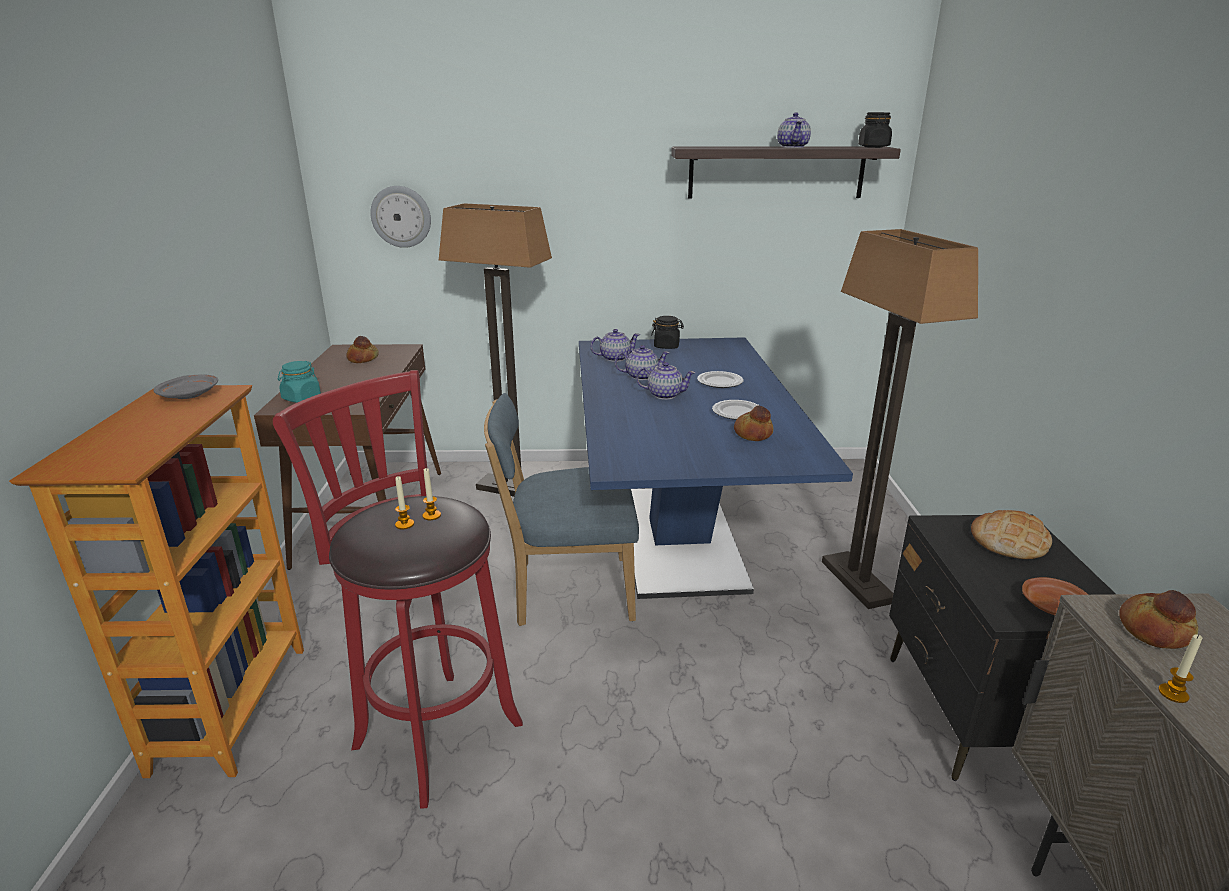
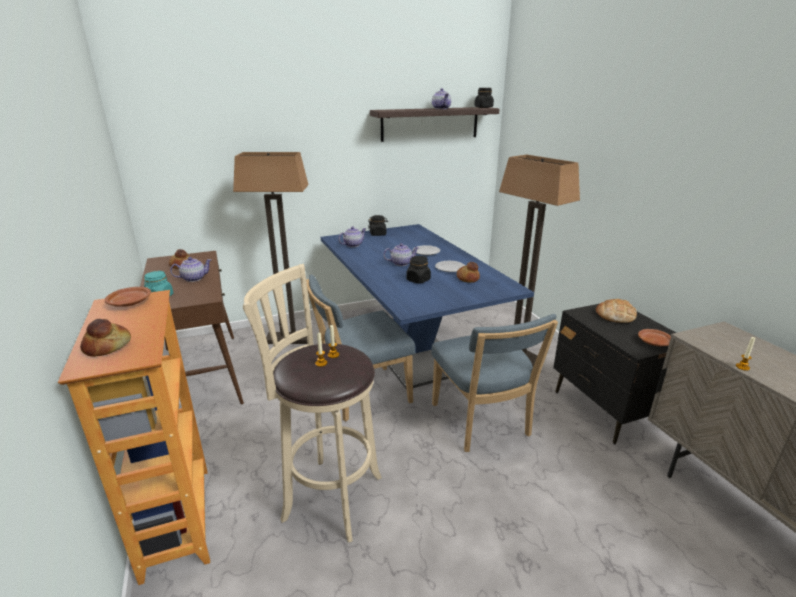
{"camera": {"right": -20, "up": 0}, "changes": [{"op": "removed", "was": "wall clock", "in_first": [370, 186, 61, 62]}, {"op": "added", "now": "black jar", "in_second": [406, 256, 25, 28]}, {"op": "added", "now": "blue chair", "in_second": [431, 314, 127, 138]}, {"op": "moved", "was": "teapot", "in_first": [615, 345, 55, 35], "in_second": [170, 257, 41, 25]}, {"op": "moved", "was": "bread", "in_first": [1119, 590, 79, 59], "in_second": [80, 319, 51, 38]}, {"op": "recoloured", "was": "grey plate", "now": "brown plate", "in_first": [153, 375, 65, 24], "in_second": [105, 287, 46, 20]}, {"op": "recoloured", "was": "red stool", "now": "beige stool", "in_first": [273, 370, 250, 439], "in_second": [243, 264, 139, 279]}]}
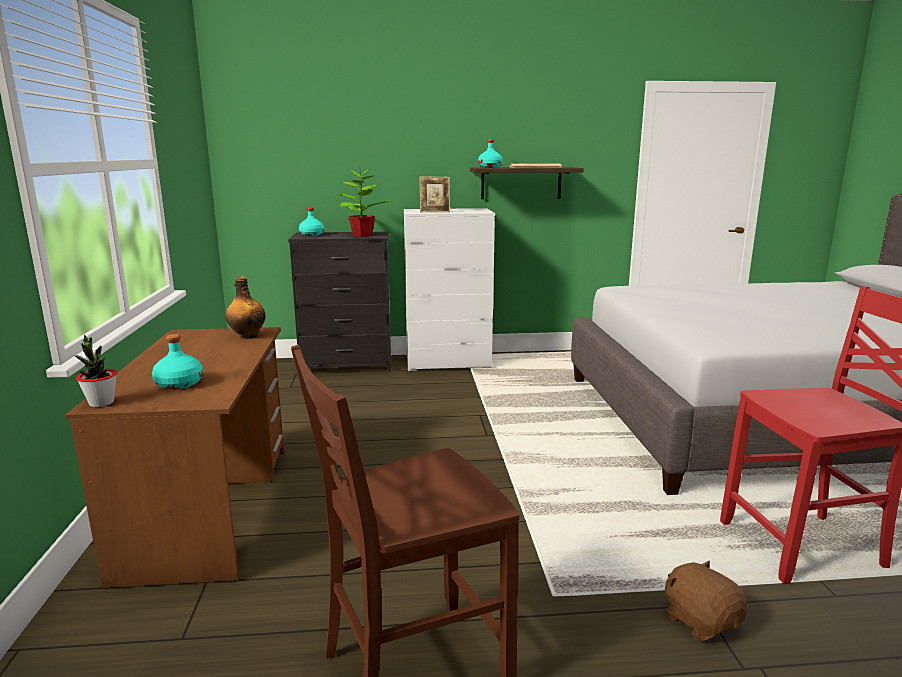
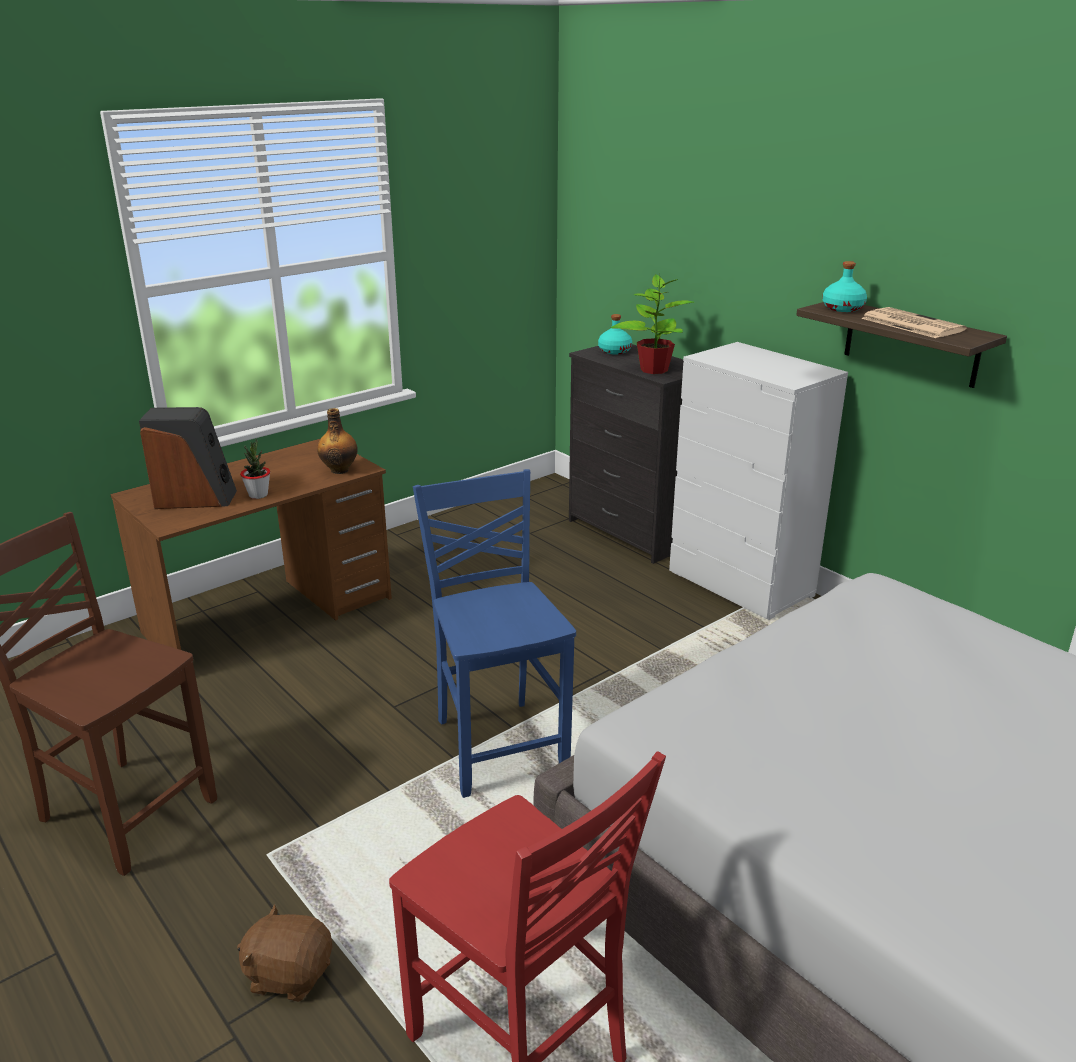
{"camera": {"right": 55, "up": 10}, "changes": [{"op": "removed", "was": "picture frame", "in_first": [419, 176, 31, 36]}, {"op": "added", "now": "blue chair", "in_second": [413, 469, 163, 329]}, {"op": "moved", "was": "potted plant", "in_first": [75, 335, 42, 72], "in_second": [240, 438, 30, 61]}, {"op": "replaced", "was": "turquoise bottle", "now": "speaker", "in_first": [152, 334, 51, 56], "in_second": [139, 407, 98, 102]}, {"op": "turned", "was": "brown plush toy", "in_first": [665, 561, 82, 80], "in_second": [237, 904, 96, 98], "clockwise": -105}]}
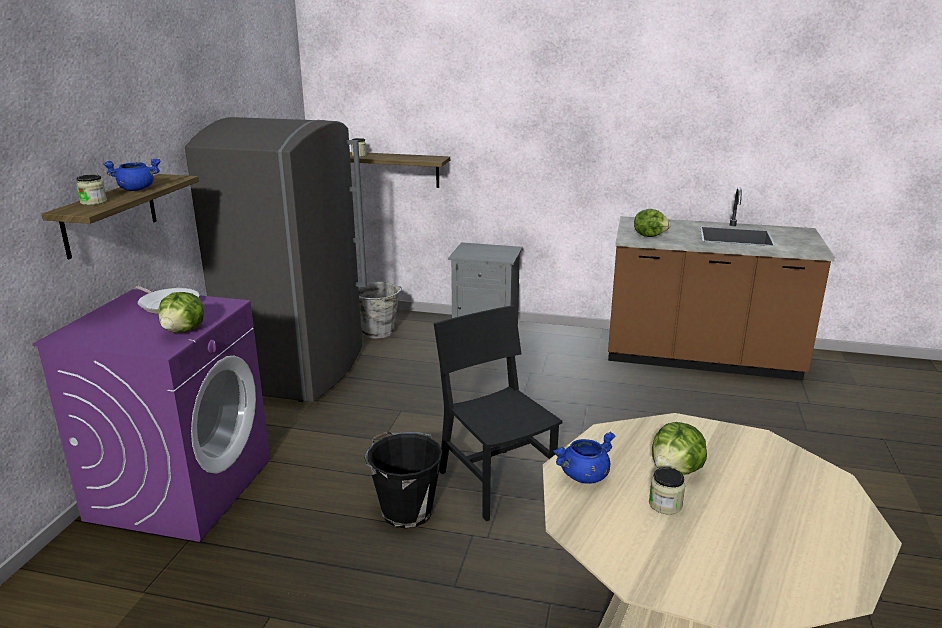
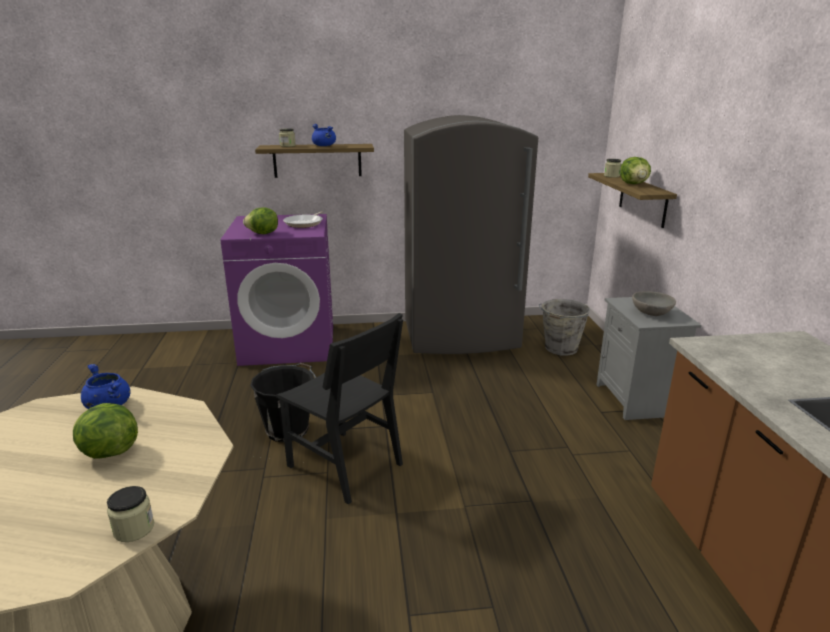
{"camera": {"right": 70, "up": 0}, "changes": [{"op": "added", "now": "grey bowl", "in_second": [632, 291, 44, 25]}, {"op": "moved", "was": "lettuce", "in_first": [634, 209, 37, 28], "in_second": [620, 157, 31, 27]}, {"op": "moved", "was": "jar", "in_first": [649, 467, 36, 48], "in_second": [107, 486, 48, 56]}, {"op": "turned", "was": "black chair", "in_first": [434, 305, 128, 216], "in_second": [276, 313, 127, 192], "clockwise": 90}]}
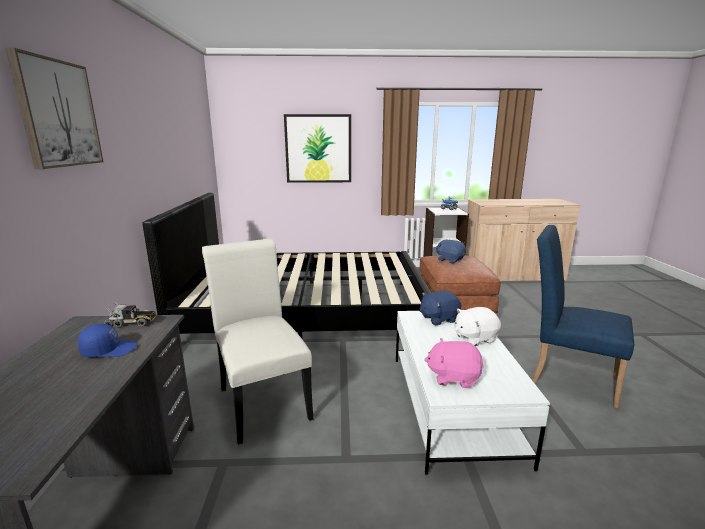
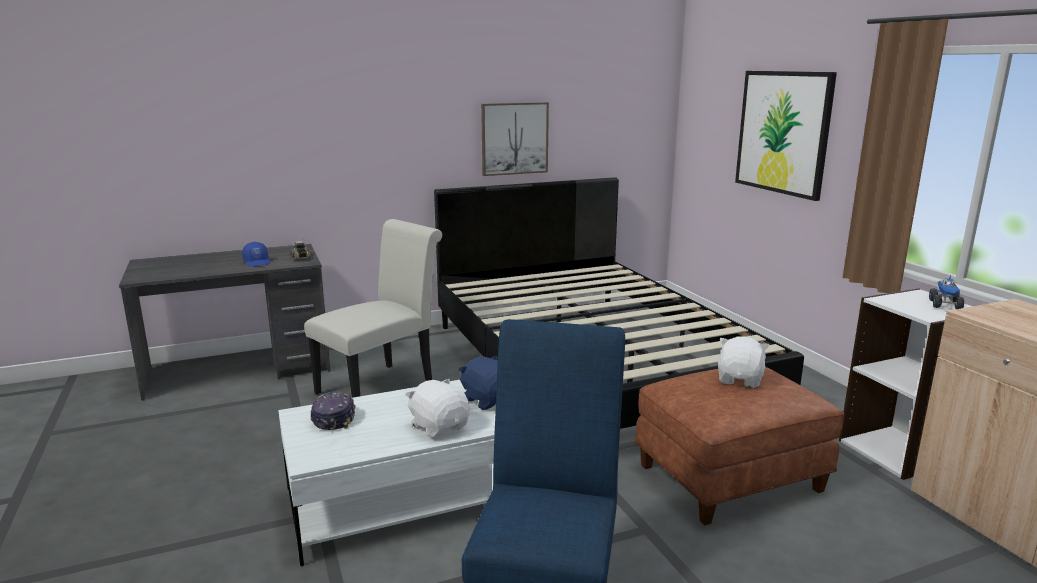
{"camera": {"right": 70, "up": 0}, "changes": [{"op": "moved", "was": "picture", "in_first": [5, 48, 98, 121], "in_second": [481, 102, 68, 74]}, {"op": "replaced", "was": "pink plush toy", "now": "cap", "in_first": [424, 338, 59, 50], "in_second": [311, 391, 45, 39]}, {"op": "recoloured", "was": "blue plush toy", "now": "white plush toy", "in_first": [436, 240, 30, 23], "in_second": [718, 336, 52, 52]}]}
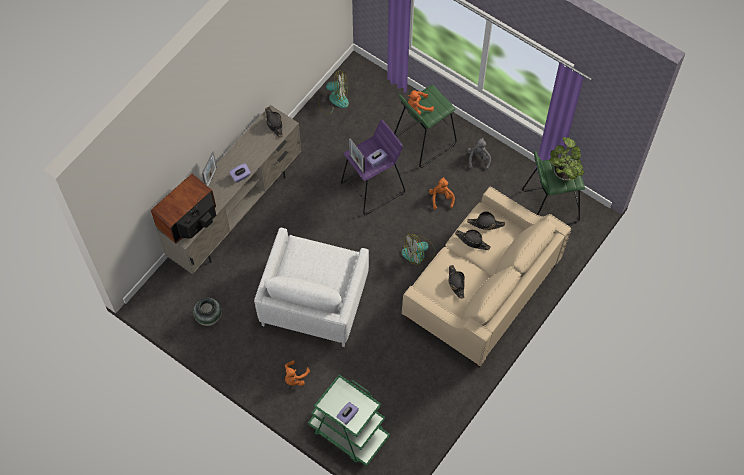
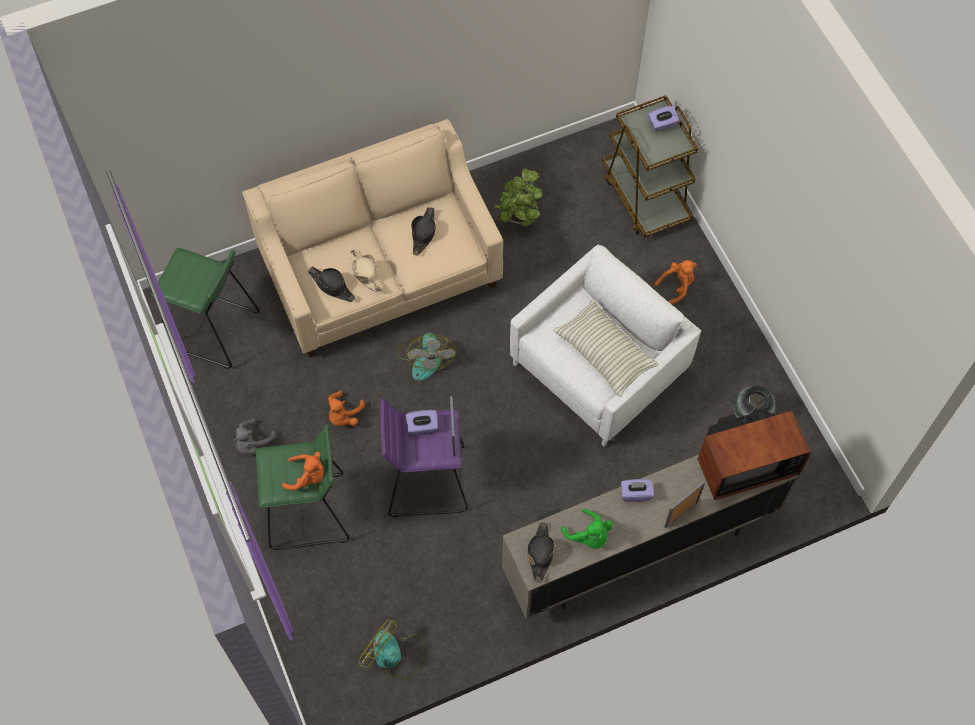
{"camera": {"right": -150, "up": 0}, "changes": [{"op": "added", "now": "pillow", "in_second": [553, 300, 106, 97]}, {"op": "added", "now": "green plush toy", "in_second": [561, 509, 52, 40]}, {"op": "moved", "was": "potted plant", "in_first": [549, 137, 36, 44], "in_second": [494, 168, 48, 58]}, {"op": "recoloured", "was": "green cart", "now": "brown cart", "in_first": [308, 374, 82, 92], "in_second": [602, 95, 96, 142]}, {"op": "recoloured", "was": "black hat", "now": "beige hat", "in_first": [455, 229, 36, 21], "in_second": [349, 250, 33, 42]}, {"op": "turned", "was": "fan", "in_first": [401, 233, 35, 32], "in_second": [397, 333, 59, 48], "clockwise": 75}]}
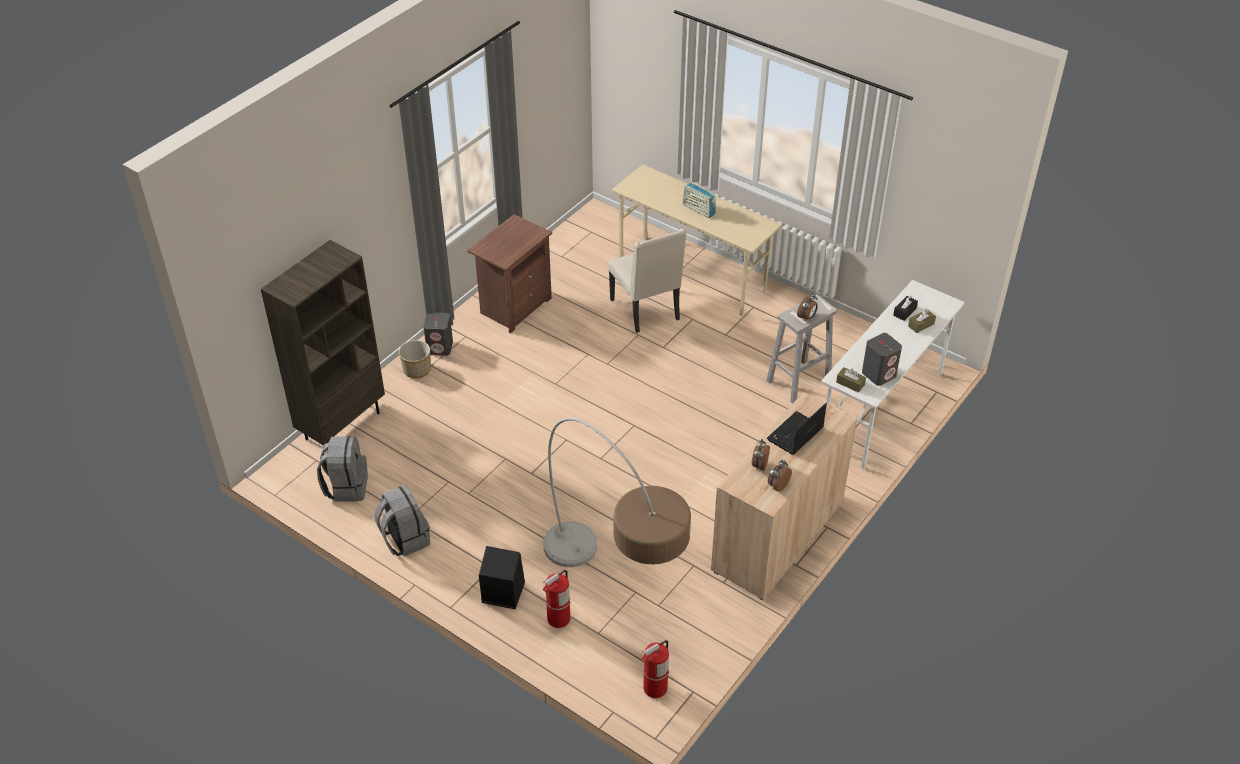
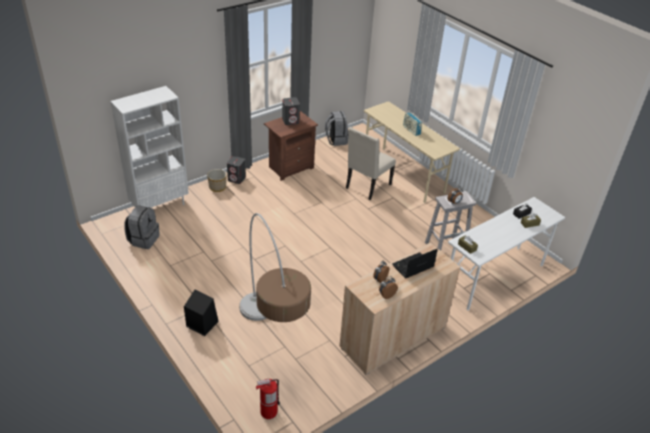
{"camera": {"right": 15, "up": -5}, "changes": [{"op": "removed", "was": "fire extinguisher", "in_first": [543, 570, 28, 58]}, {"op": "moved", "was": "grey backpack", "in_first": [375, 485, 55, 71], "in_second": [325, 111, 24, 35]}, {"op": "moved", "was": "grey speaker", "in_first": [862, 333, 40, 53], "in_second": [282, 97, 18, 28]}, {"op": "recoloured", "was": "brown bookcase", "now": "white bookcase", "in_first": [261, 240, 124, 205], "in_second": [111, 86, 78, 122]}, {"op": "turned", "was": "beige chair", "in_first": [608, 228, 78, 105], "in_second": [346, 127, 50, 73], "clockwise": 45}]}
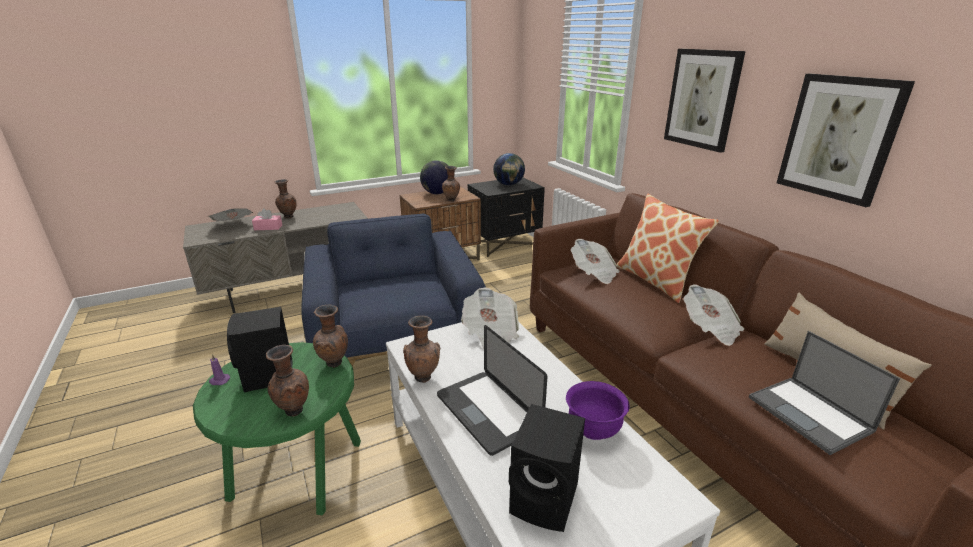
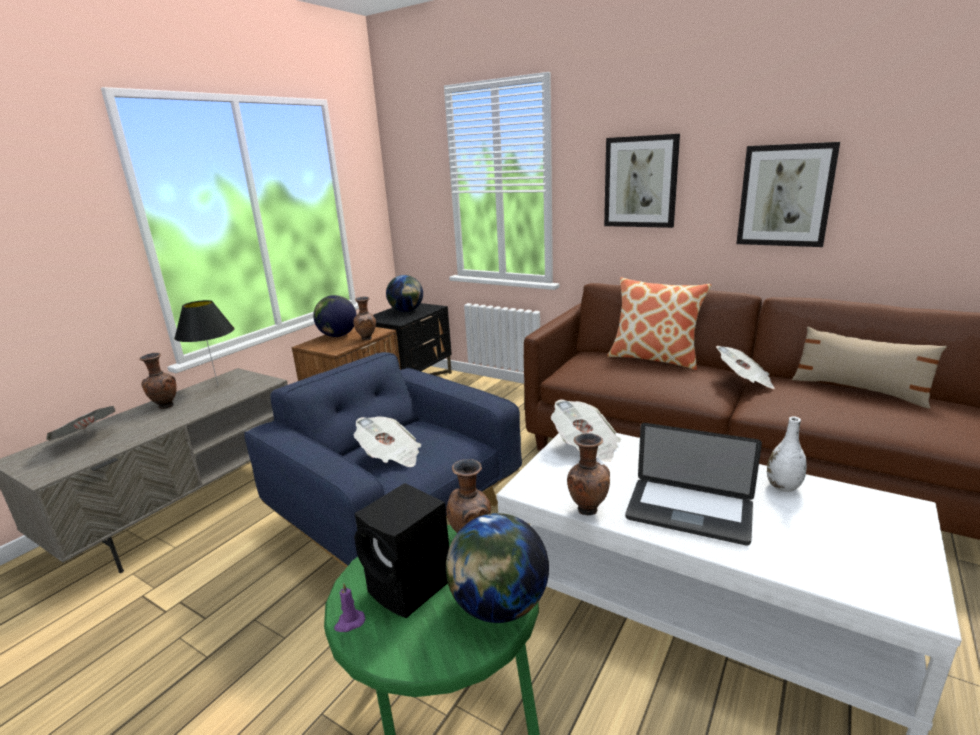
{"camera": {"right": -30, "up": -5}, "changes": [{"op": "removed", "was": "pink tissue box", "in_first": [252, 208, 30, 22]}, {"op": "removed", "was": "black speaker", "in_first": [509, 404, 76, 128]}, {"op": "removed", "was": "laptop", "in_first": [749, 331, 151, 124]}, {"op": "added", "now": "black table lamp", "in_second": [174, 300, 61, 86]}, {"op": "moved", "was": "newspaper", "in_first": [571, 239, 49, 45], "in_second": [354, 416, 67, 51]}, {"op": "replaced", "was": "brown vase", "now": "globe", "in_first": [266, 345, 43, 72], "in_second": [446, 513, 103, 110]}, {"op": "replaced", "was": "purple bowl", "now": "white vase", "in_first": [566, 381, 63, 59], "in_second": [767, 417, 40, 75]}]}
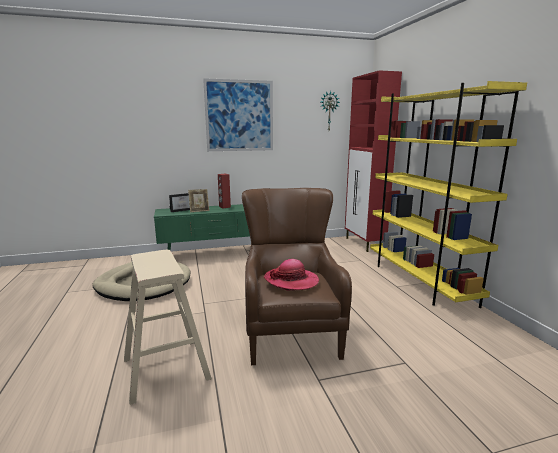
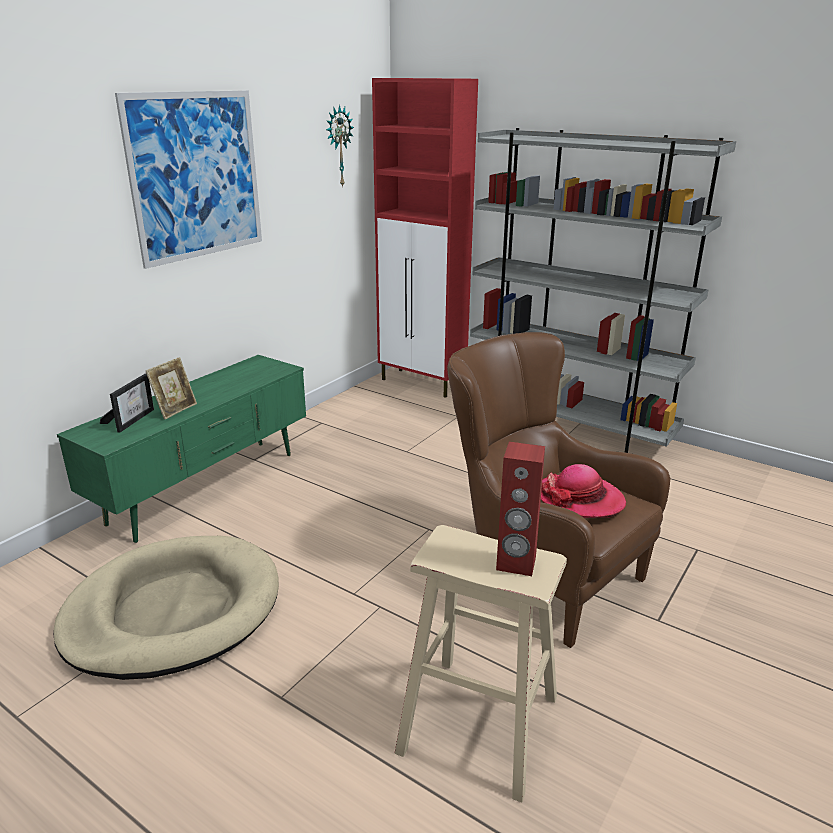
{"camera": {"right": -40, "up": 10}, "changes": [{"op": "moved", "was": "red speaker", "in_first": [218, 174, 13, 34], "in_second": [496, 442, 49, 134]}, {"op": "recoloured", "was": "yellow bookcase", "now": "grey bookcase", "in_first": [370, 81, 157, 227], "in_second": [470, 128, 266, 325]}]}
